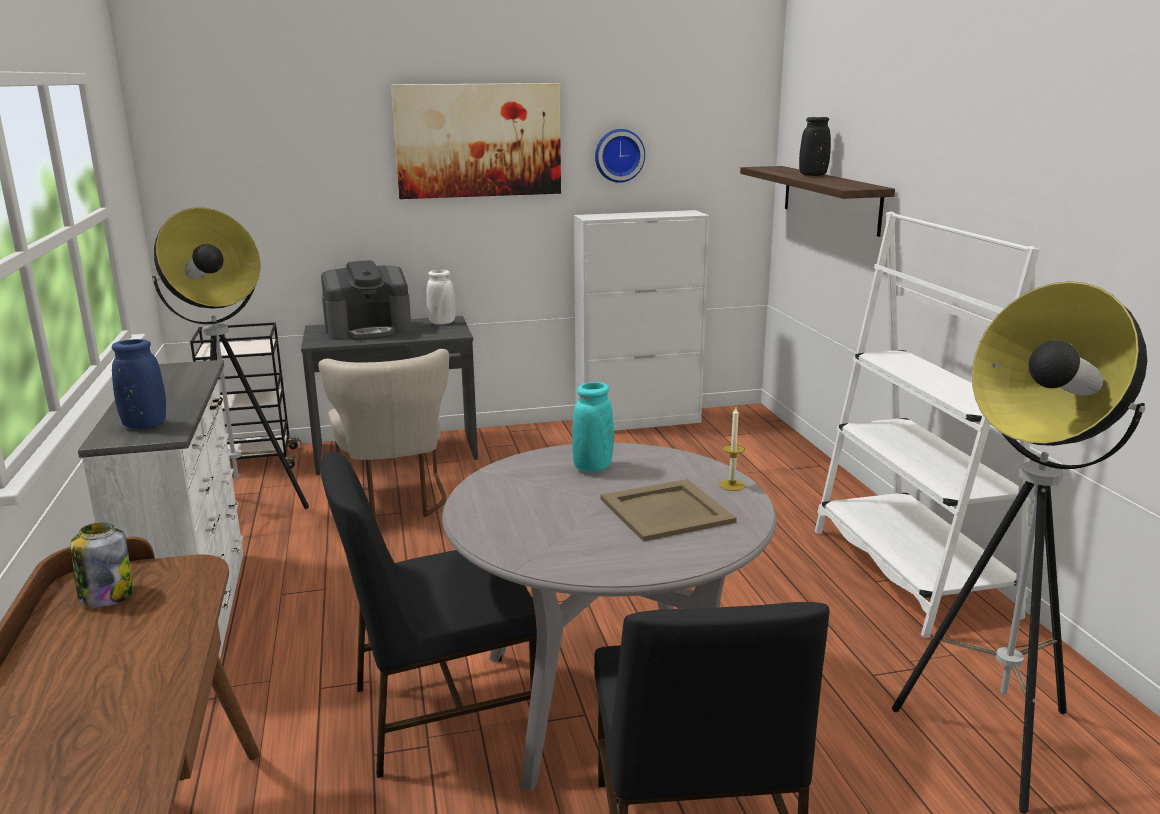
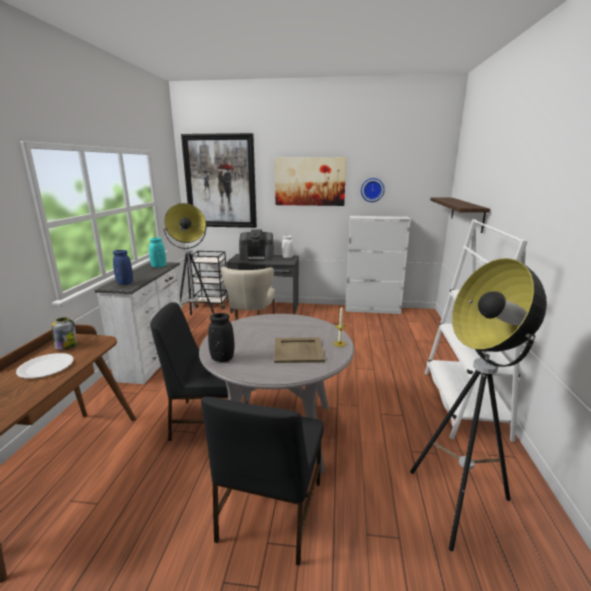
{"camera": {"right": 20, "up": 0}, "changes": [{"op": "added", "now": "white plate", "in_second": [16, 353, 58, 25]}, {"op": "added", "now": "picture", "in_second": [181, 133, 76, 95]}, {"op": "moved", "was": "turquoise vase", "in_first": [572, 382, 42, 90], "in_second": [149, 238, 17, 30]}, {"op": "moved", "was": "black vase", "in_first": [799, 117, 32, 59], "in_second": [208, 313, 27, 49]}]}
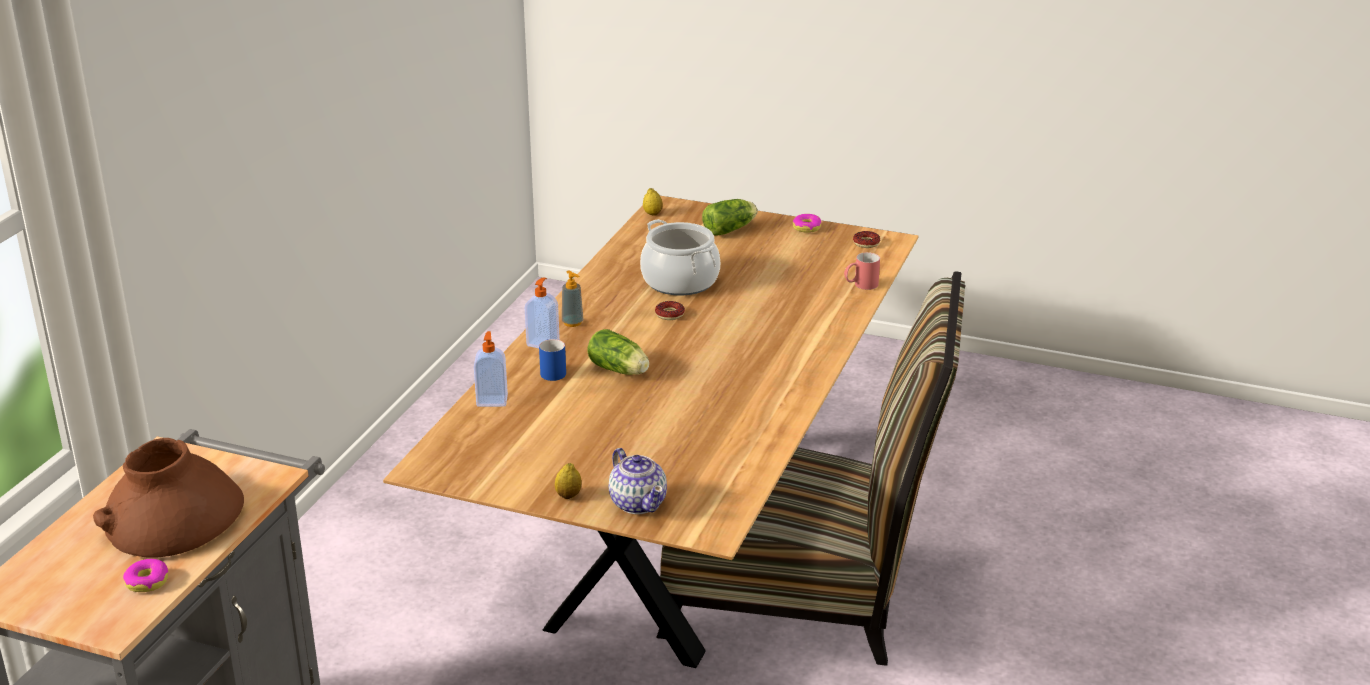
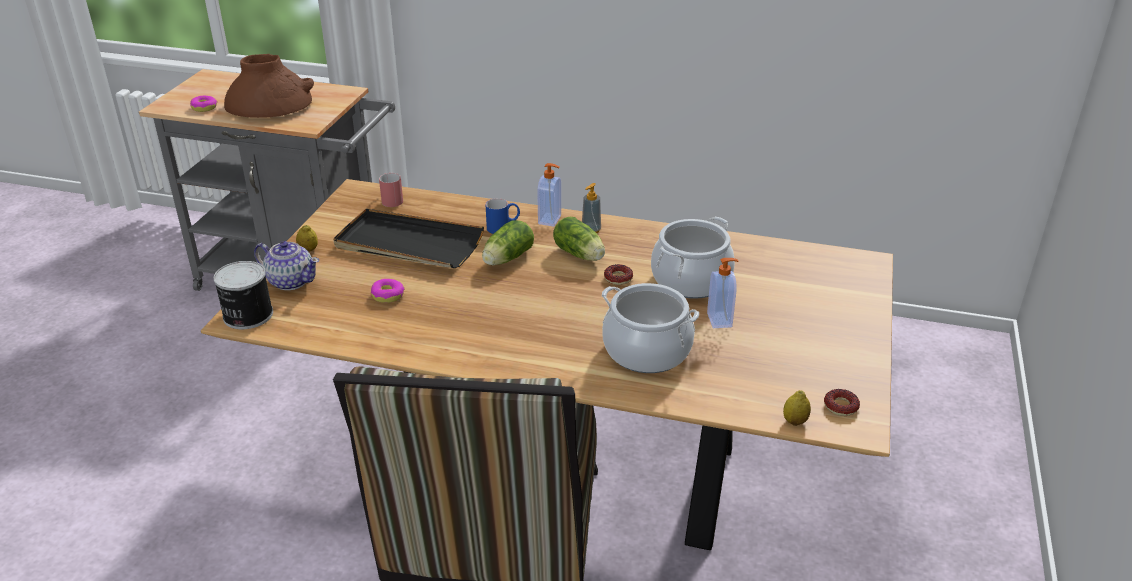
{"camera": {"right": 85, "up": 5}, "changes": [{"op": "added", "now": "can", "in_second": [214, 261, 59, 68]}, {"op": "added", "now": "black tray", "in_second": [333, 209, 151, 59]}, {"op": "added", "now": "cooking pot", "in_second": [602, 283, 97, 90]}, {"op": "moved", "was": "soap dispenser", "in_first": [474, 331, 34, 76], "in_second": [707, 258, 31, 70]}, {"op": "moved", "was": "lemon", "in_first": [643, 188, 20, 28], "in_second": [783, 390, 28, 36]}, {"op": "moved", "was": "lettuce", "in_first": [702, 199, 56, 37], "in_second": [553, 217, 52, 44]}, {"op": "moved", "was": "donut", "in_first": [793, 214, 29, 19], "in_second": [371, 279, 34, 24]}, {"op": "moved", "was": "red mug", "in_first": [844, 252, 36, 38], "in_second": [379, 173, 24, 34]}, {"op": "turned", "was": "teapot", "in_first": [609, 448, 58, 66], "in_second": [254, 241, 65, 49], "clockwise": -120}]}
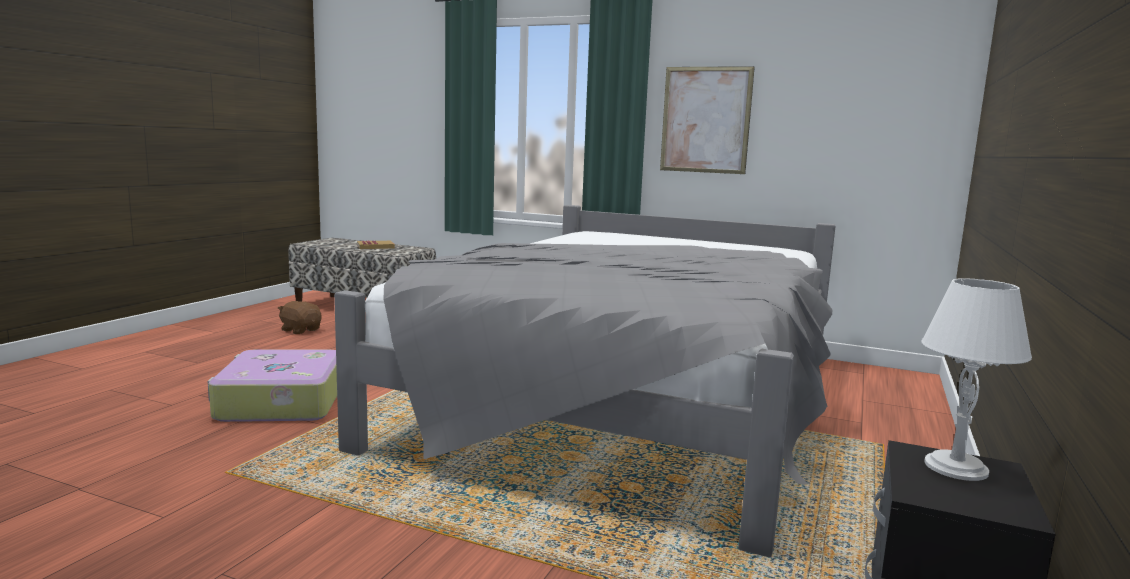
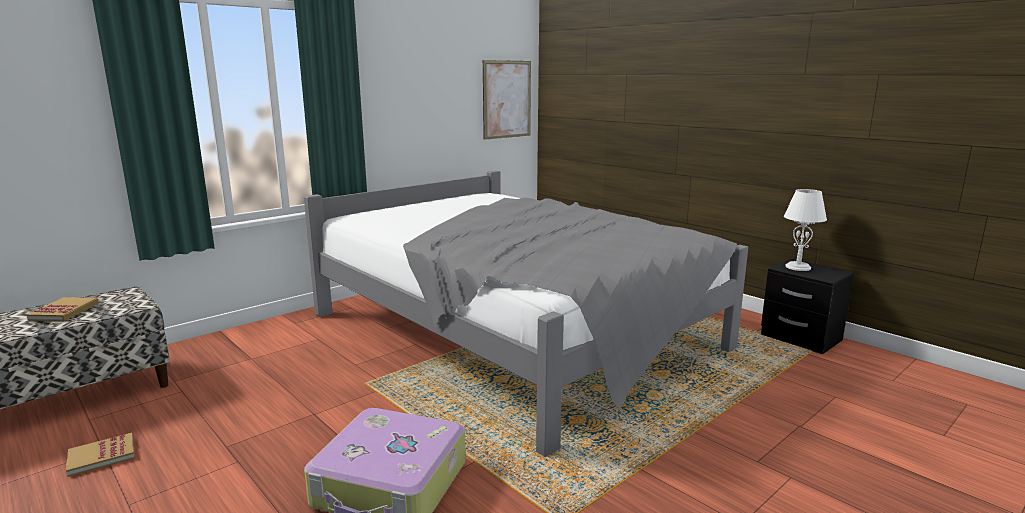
{"camera": {"right": -65, "up": 5}, "changes": [{"op": "moved", "was": "picture", "in_first": [660, 66, 95, 108], "in_second": [483, 60, 48, 80]}, {"op": "replaced", "was": "brown plush toy", "now": "book", "in_first": [278, 301, 44, 33], "in_second": [66, 433, 69, 44]}]}
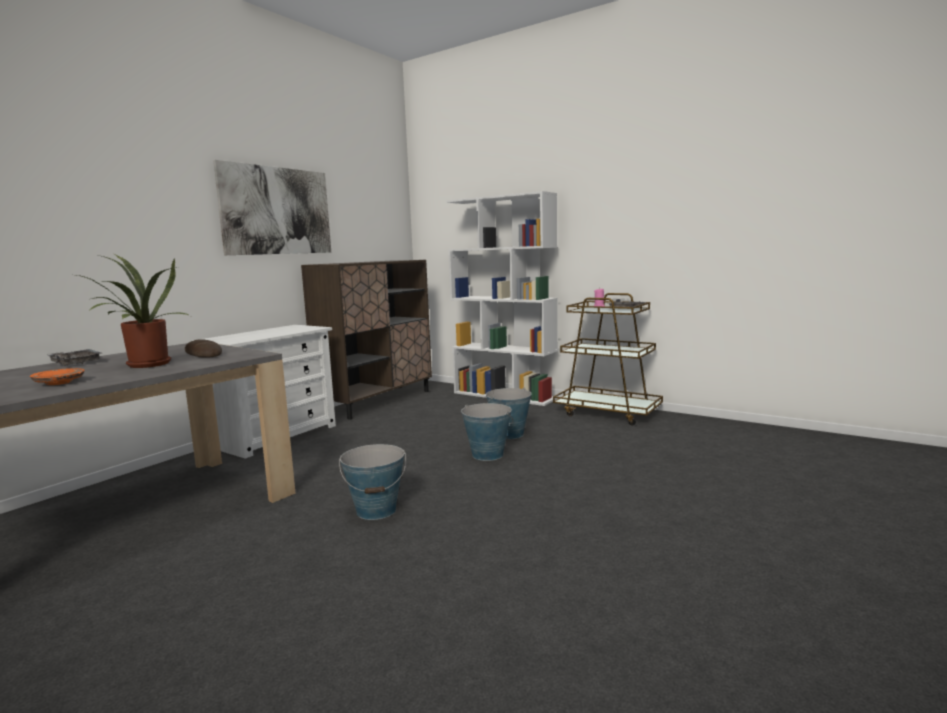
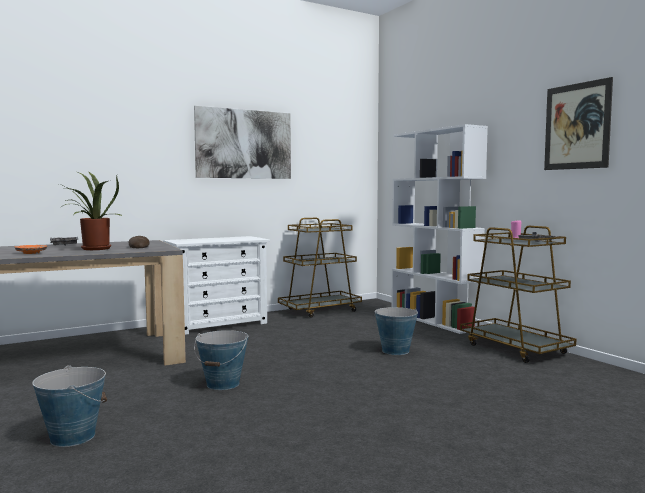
{"camera": {"right": 25, "up": -5}, "changes": [{"op": "added", "now": "picture", "in_second": [544, 77, 69, 93]}, {"op": "moved", "was": "bucket", "in_first": [461, 403, 52, 58], "in_second": [32, 365, 75, 82]}, {"op": "replaced", "was": "brown cabinet", "now": "brown cart", "in_first": [301, 260, 131, 160], "in_second": [278, 218, 84, 100]}]}
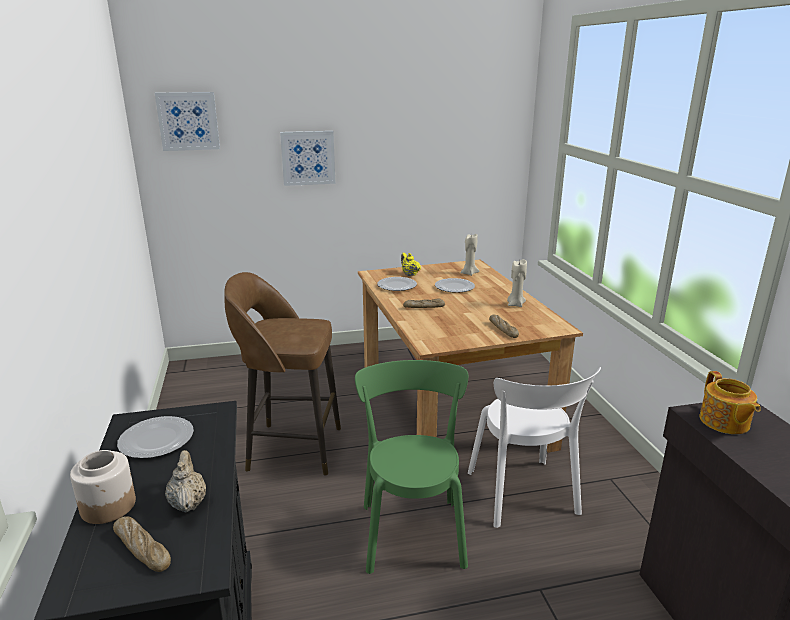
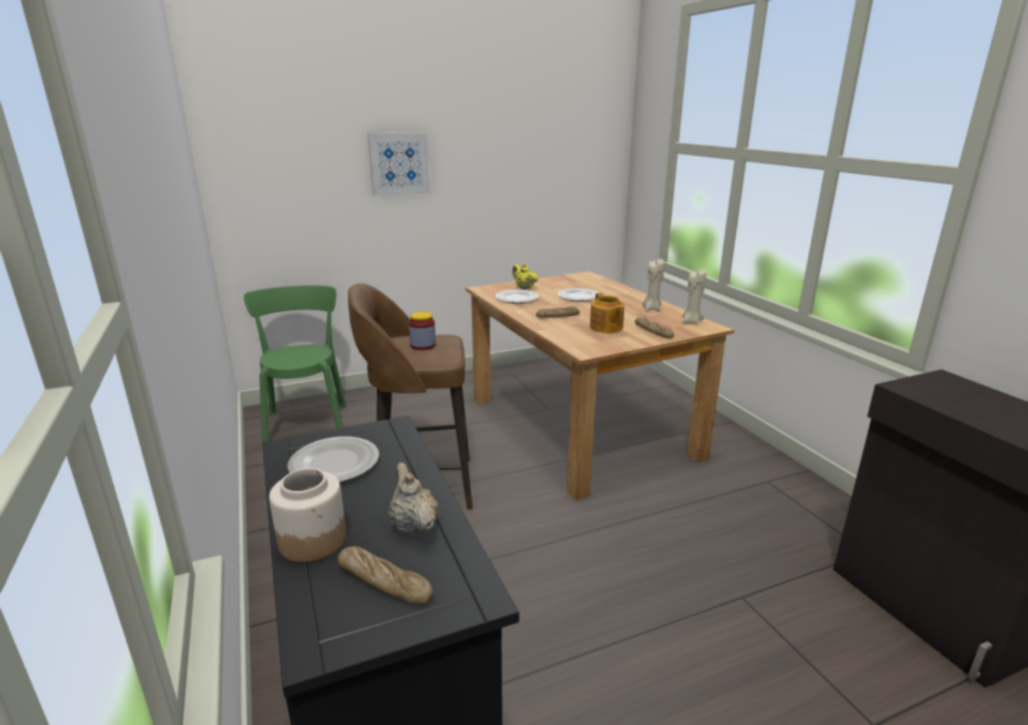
{"camera": {"right": -10, "up": 0}, "changes": [{"op": "removed", "was": "picture", "in_first": [155, 92, 65, 59]}, {"op": "removed", "was": "white chair", "in_first": [468, 367, 133, 161]}, {"op": "added", "now": "jar", "in_second": [409, 312, 27, 38]}, {"op": "moved", "was": "green chair", "in_first": [355, 360, 113, 214], "in_second": [244, 285, 102, 157]}, {"op": "moved", "was": "beige candle", "in_first": [460, 234, 19, 42], "in_second": [682, 269, 24, 56]}, {"op": "moved", "was": "teapot", "in_first": [699, 371, 62, 63], "in_second": [590, 293, 34, 40]}]}
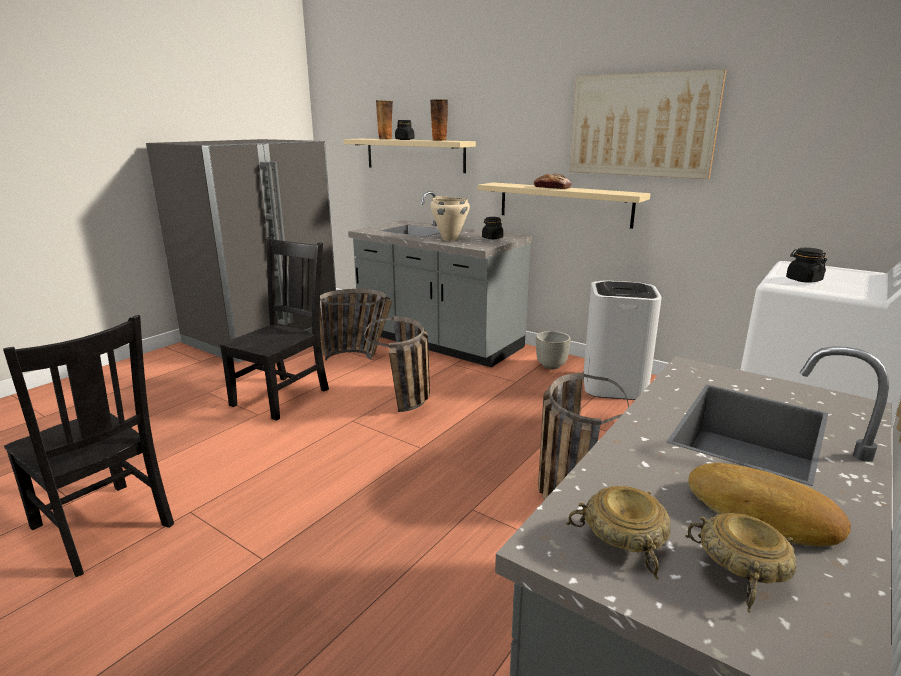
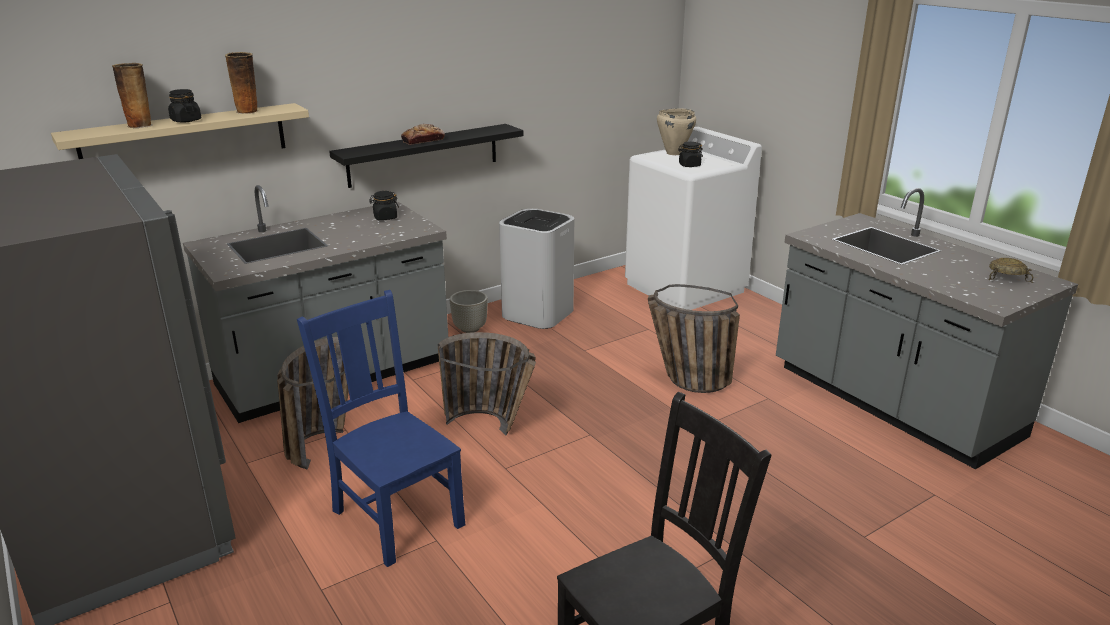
{"camera": {"right": -70, "up": 5}, "changes": [{"op": "removed", "was": "beige bowl", "in_first": [566, 486, 105, 94]}, {"op": "removed", "was": "picture", "in_first": [570, 69, 156, 110]}, {"op": "removed", "was": "bread", "in_first": [688, 463, 163, 83]}, {"op": "moved", "was": "beige cooking pot", "in_first": [430, 196, 40, 45], "in_second": [657, 108, 39, 47]}, {"op": "recoloured", "was": "black chair", "now": "blue chair", "in_first": [220, 236, 109, 185], "in_second": [297, 290, 168, 277]}, {"op": "recoloured", "was": "beige shelf", "now": "black shelf", "in_first": [478, 182, 173, 47], "in_second": [329, 124, 194, 64]}]}
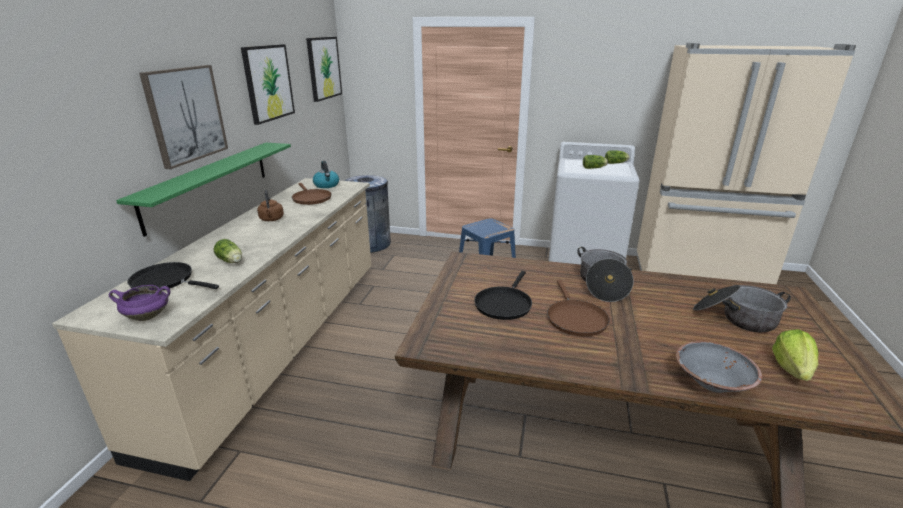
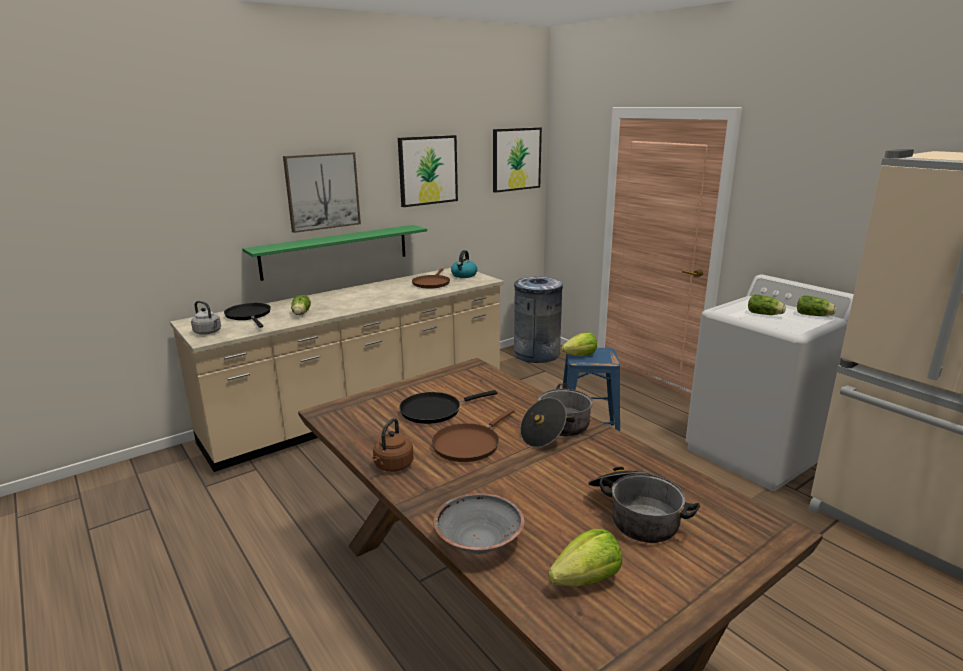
{"camera": {"right": 40, "up": -5}, "changes": [{"op": "added", "now": "lettuce", "in_second": [561, 332, 36, 24]}, {"op": "moved", "was": "brown kettle", "in_first": [257, 190, 27, 31], "in_second": [373, 418, 40, 54]}, {"op": "replaced", "was": "purple cooking pot", "now": "grey kettle", "in_first": [108, 285, 62, 36], "in_second": [191, 301, 30, 34]}]}
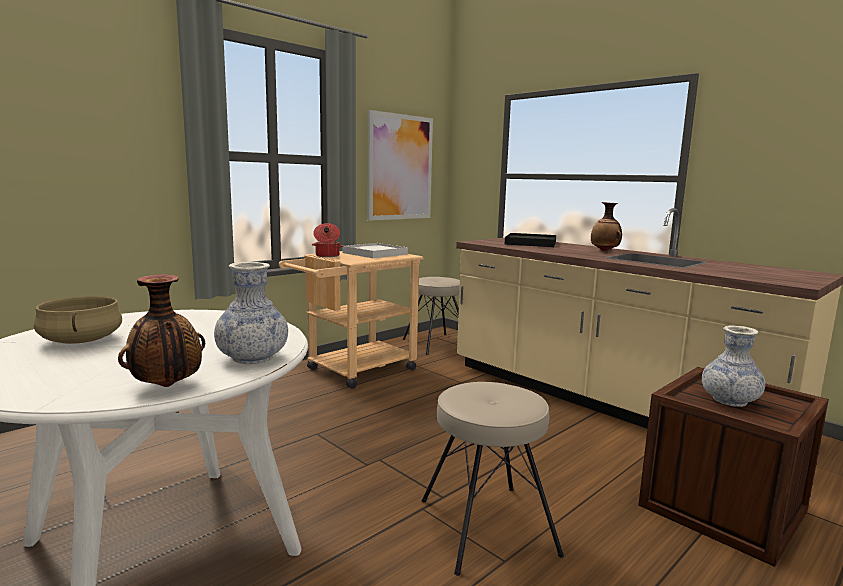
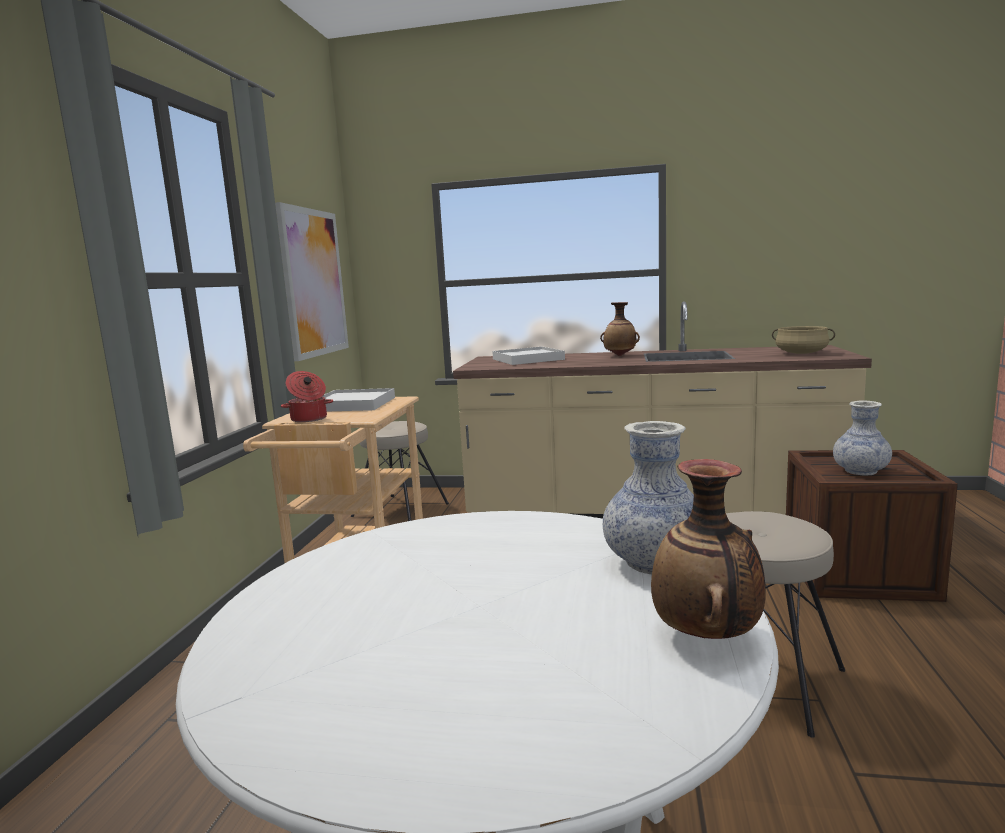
{"camera": {"right": -35, "up": 0}, "changes": [{"op": "moved", "was": "beige cooking pot", "in_first": [34, 296, 88, 48], "in_second": [772, 326, 63, 28]}, {"op": "recoloured", "was": "black tray", "now": "white tray", "in_first": [505, 233, 51, 14], "in_second": [492, 347, 73, 18]}]}
